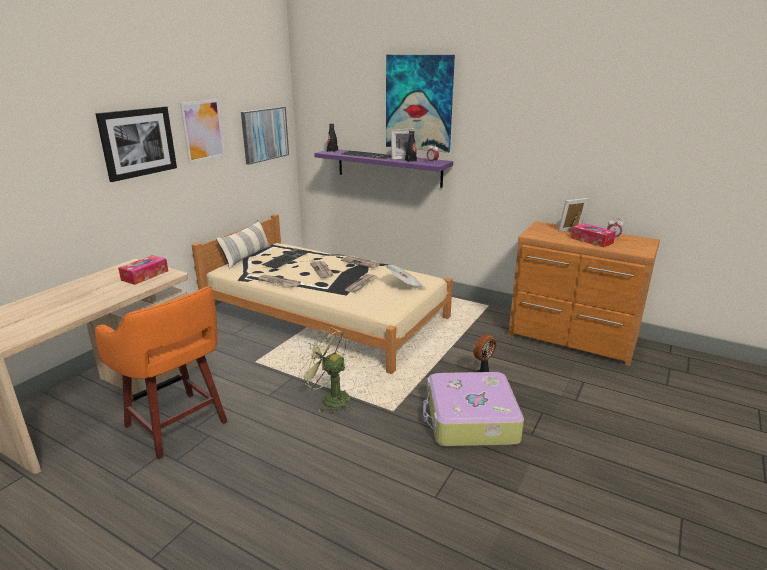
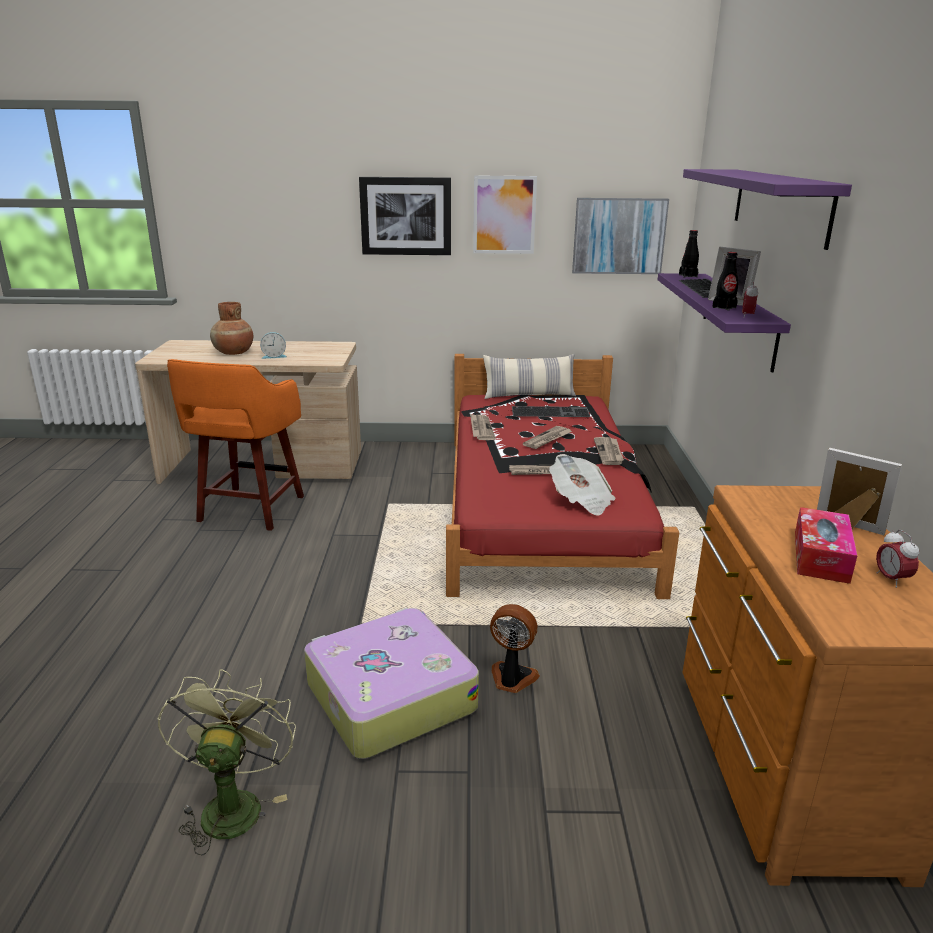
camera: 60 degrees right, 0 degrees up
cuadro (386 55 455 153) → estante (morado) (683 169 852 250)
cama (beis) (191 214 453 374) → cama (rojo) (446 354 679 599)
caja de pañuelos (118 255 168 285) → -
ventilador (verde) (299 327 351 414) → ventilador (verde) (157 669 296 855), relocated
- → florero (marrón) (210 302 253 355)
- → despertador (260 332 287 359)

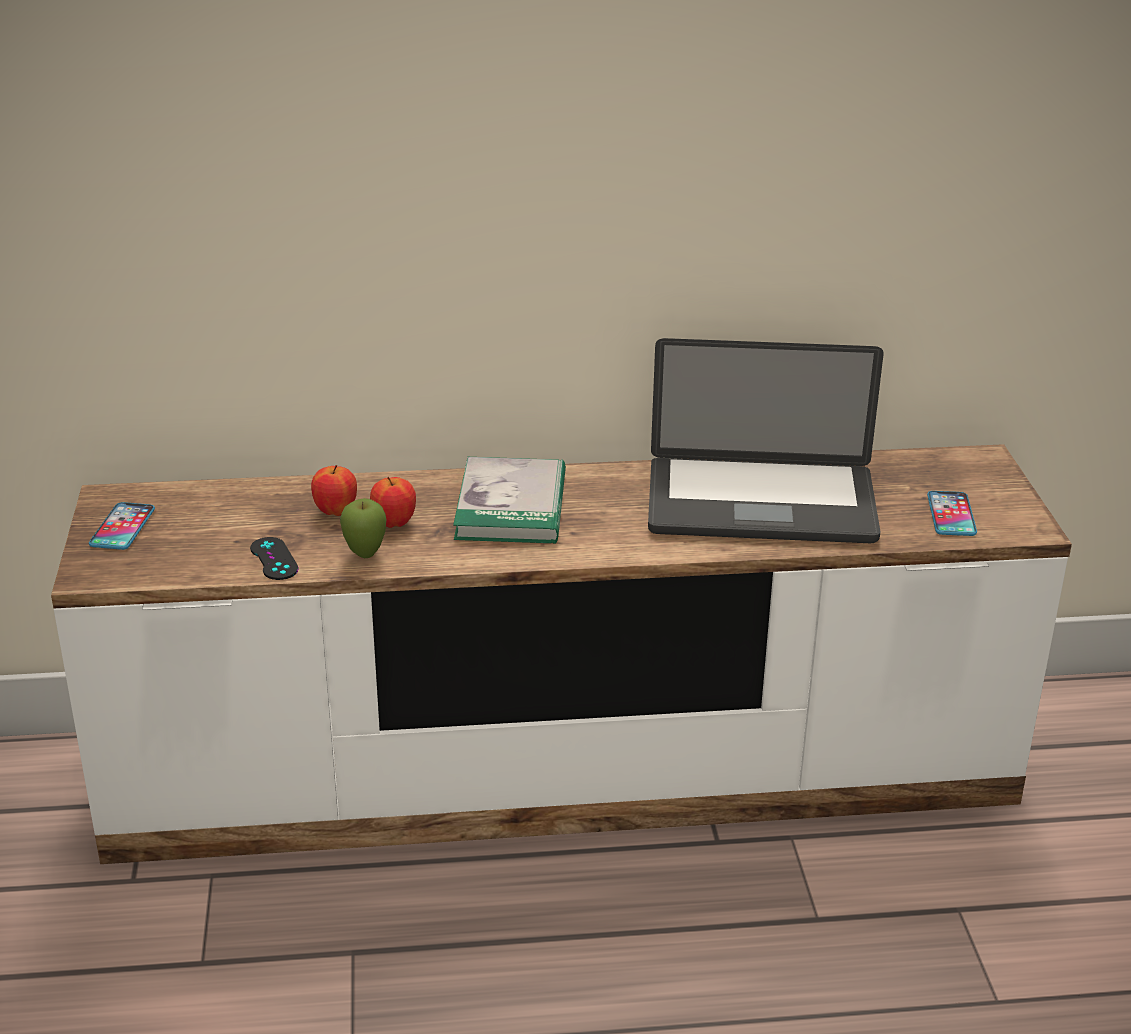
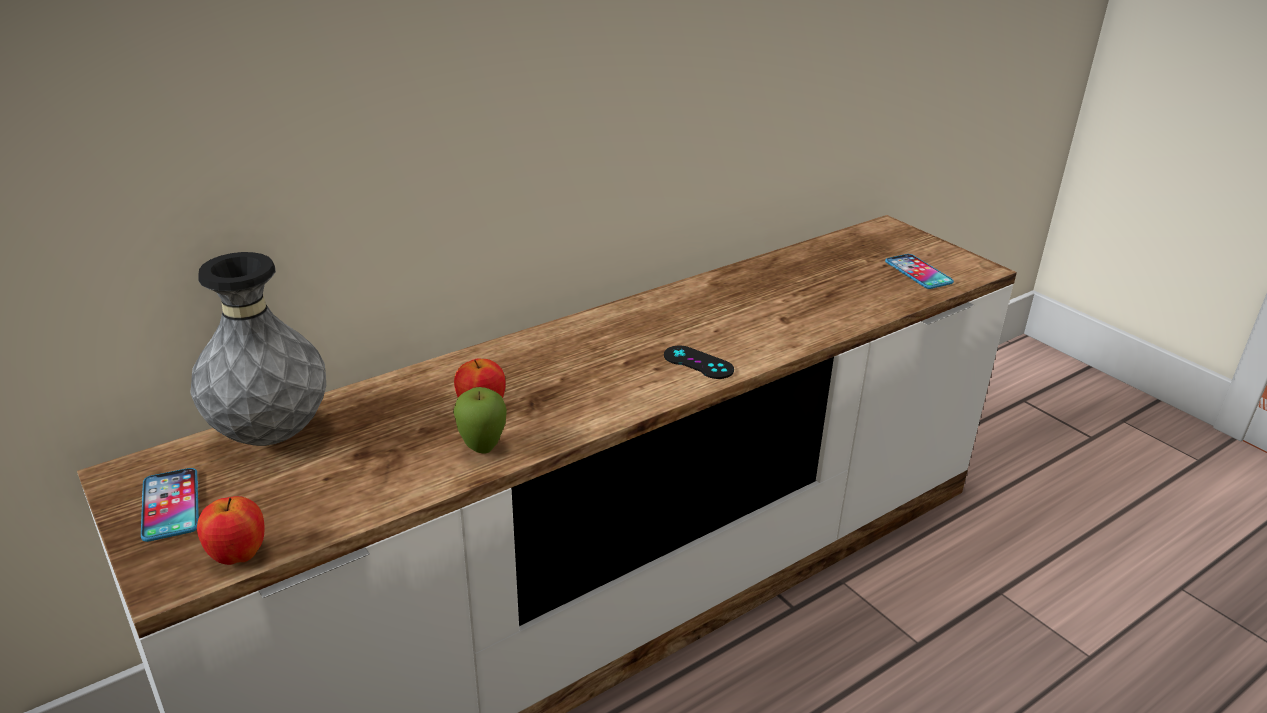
camera: 30 degrees left, 0 degrees up
portátil (648 338 884 543) → -
libro (453 457 566 544) → -
manzana (311 465 357 516) → manzana (197 496 265 565), relocated
mando de consola (negro) (250 537 299 580) → mando de consola (negro) (664 345 734 379), relocated
- → florero (gris) (190 252 326 446)

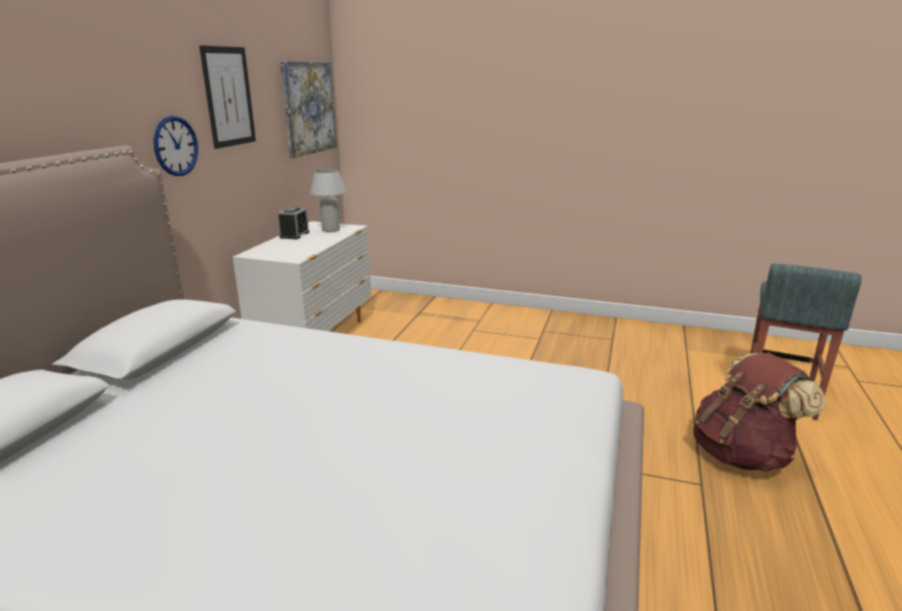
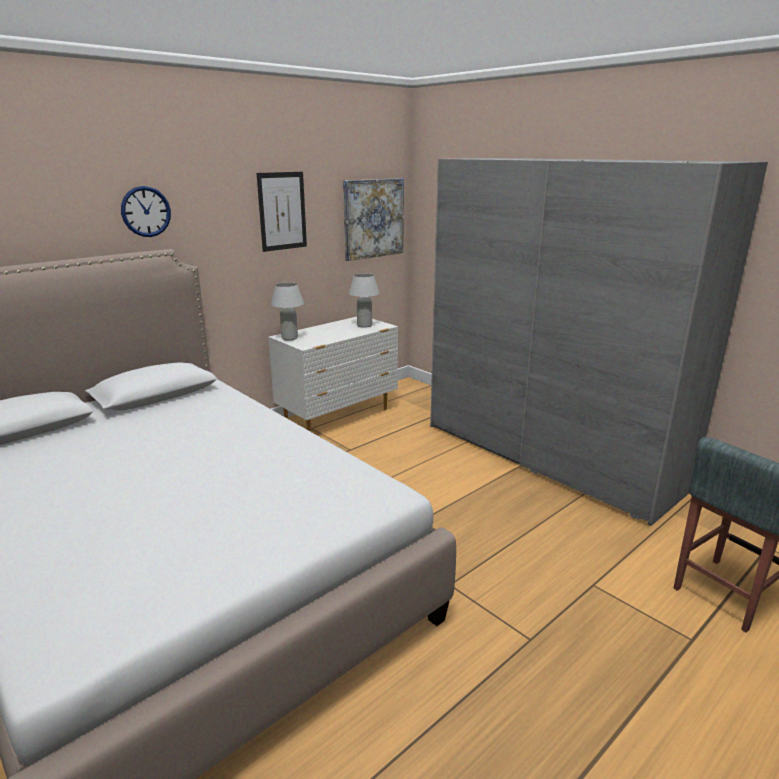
camera: 30 degrees right, 0 degrees up
reloj de pared (153 116 198 176) → reloj de pared (121 186 171 237), relocated
despertador (277 207 309 239) → -
mochila (marrón) (693 353 826 472) → -
- → armario ropero (gris) (430 158 768 526)
- → lámpara de mesa (blanco) (271 282 304 341)

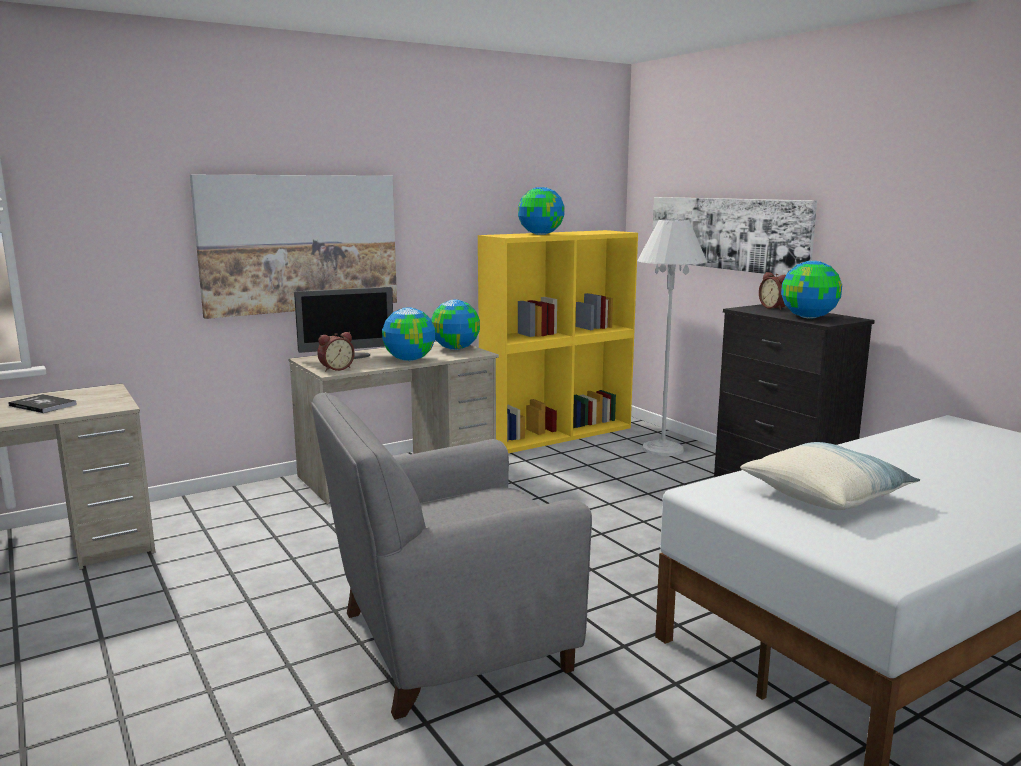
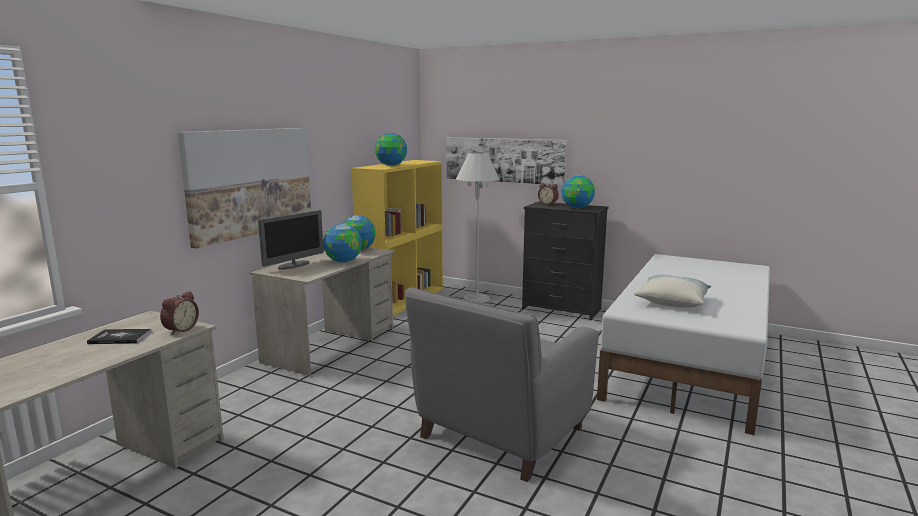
camera: 30 degrees left, 0 degrees up
despertador (317 332 355 372) → despertador (160 291 199 335), relocated

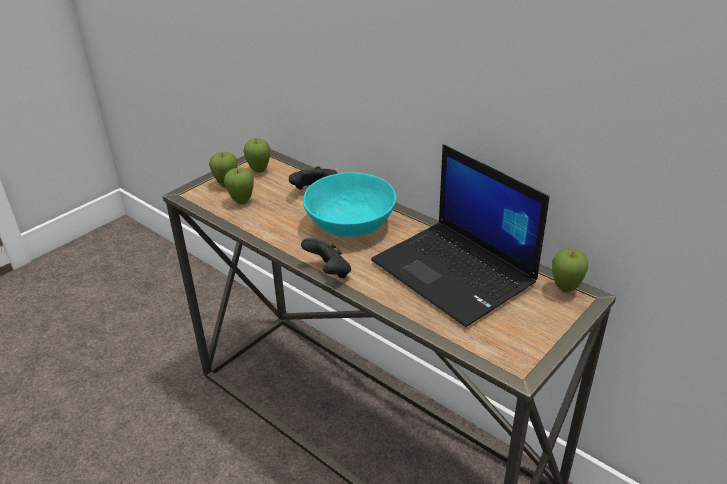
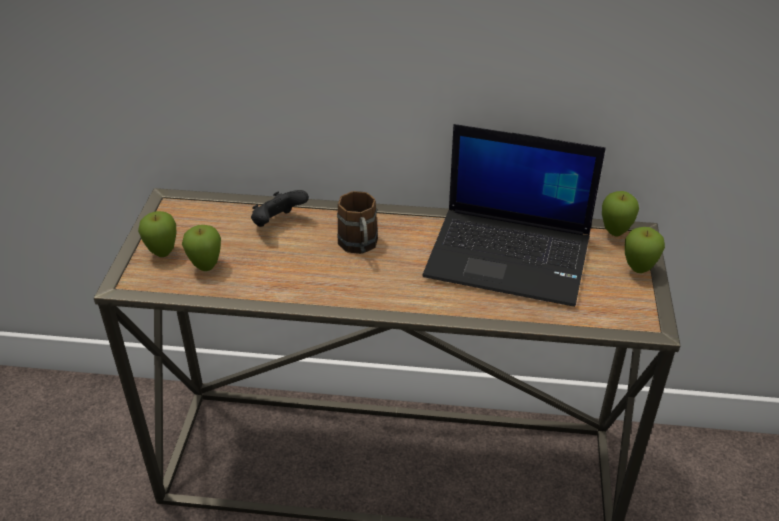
camera: 35 degrees left, 5 degrees up
manzana (243 138 270 173) → manzana (625 227 665 273), relocated
cuenco (turquesa) (303 172 396 237) → taza grande (marrón) (337 191 378 254)
mando de consola (negro) (301 238 351 278) → -

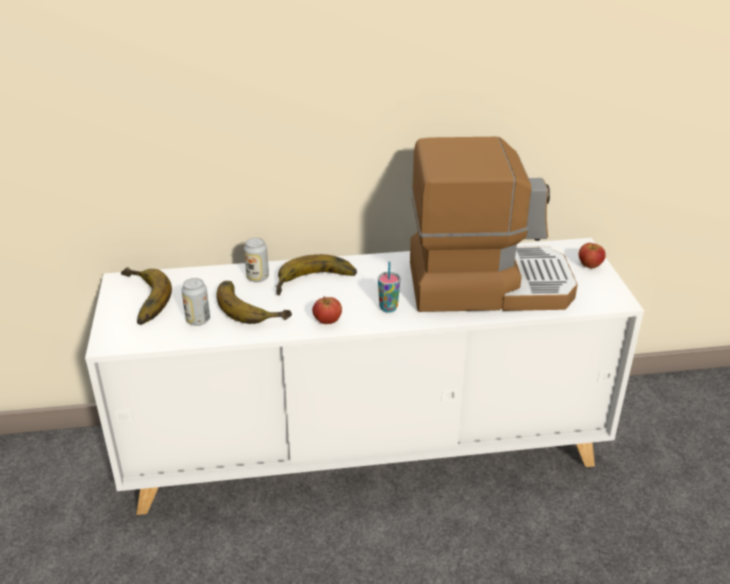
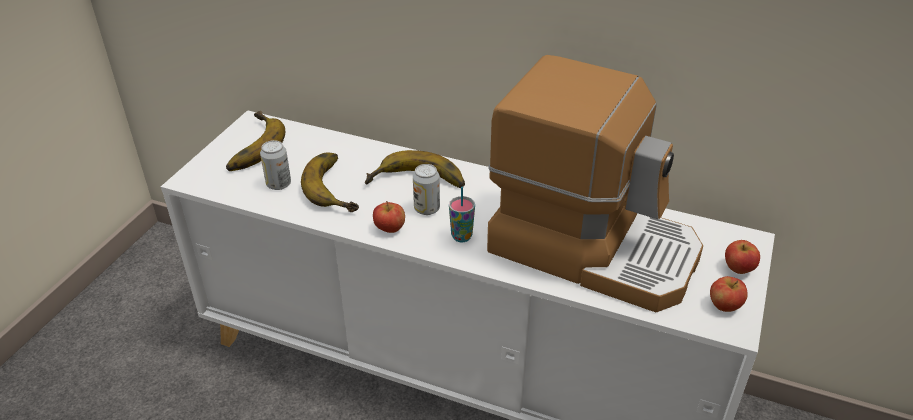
camera: 30 degrees right, 5 degrees up
lata (244 238 269 282) → lata (413 164 440 215), relocated
- → manzana (710 276 748 312)

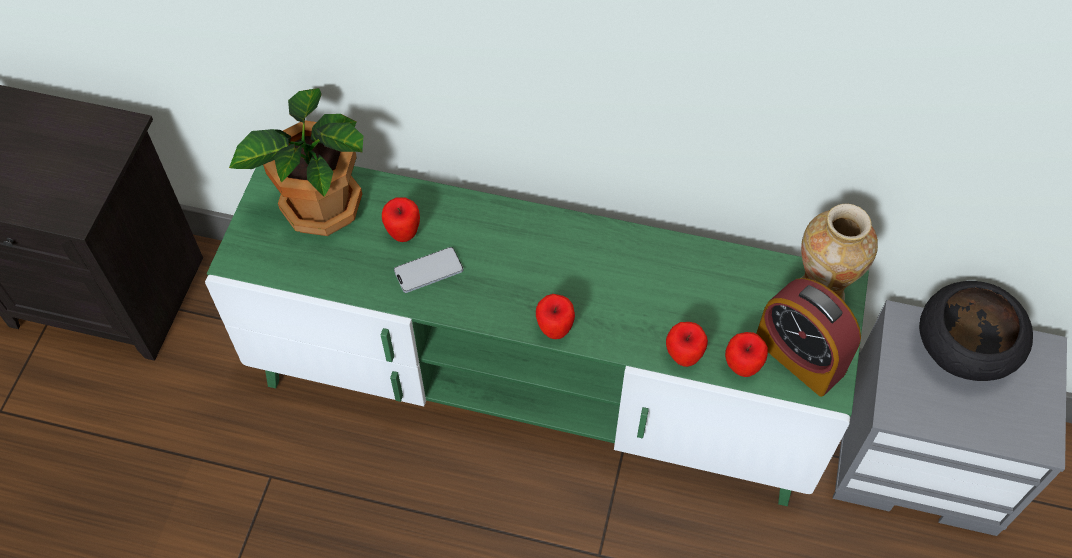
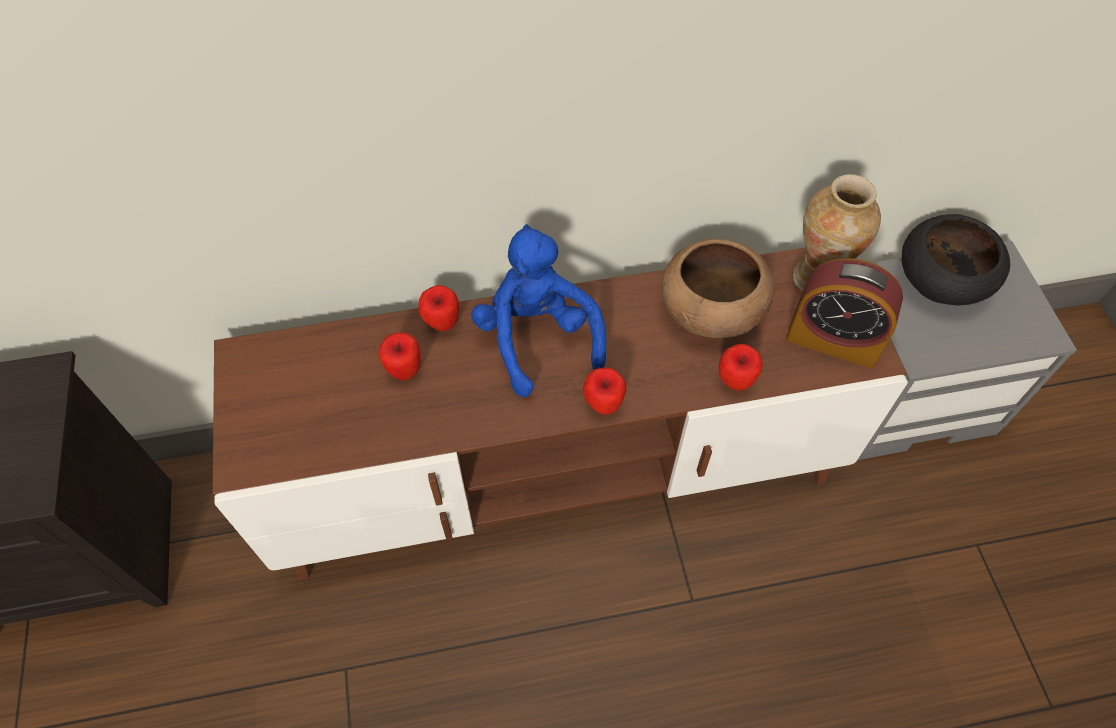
camera: 25 degrees left, 0 degrees up
planta en maceta (229 88 363 236) → -
mueble de televisión (verde) (205 165 869 506) → mueble de televisión (marrón) (213 248 908 580)
móvil (394 247 463 293) → -
manzana (725 332 768 377) → manzana (419 285 459 331), relocated
- → peluche (azul) (471 224 606 397)
- → cuenco (marrón) (661 239 774 338)

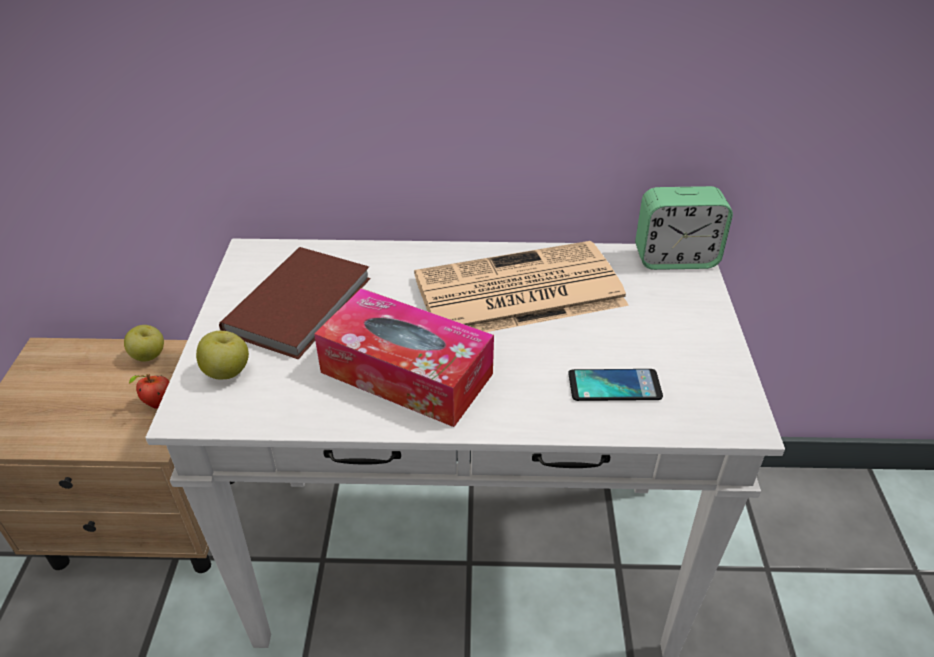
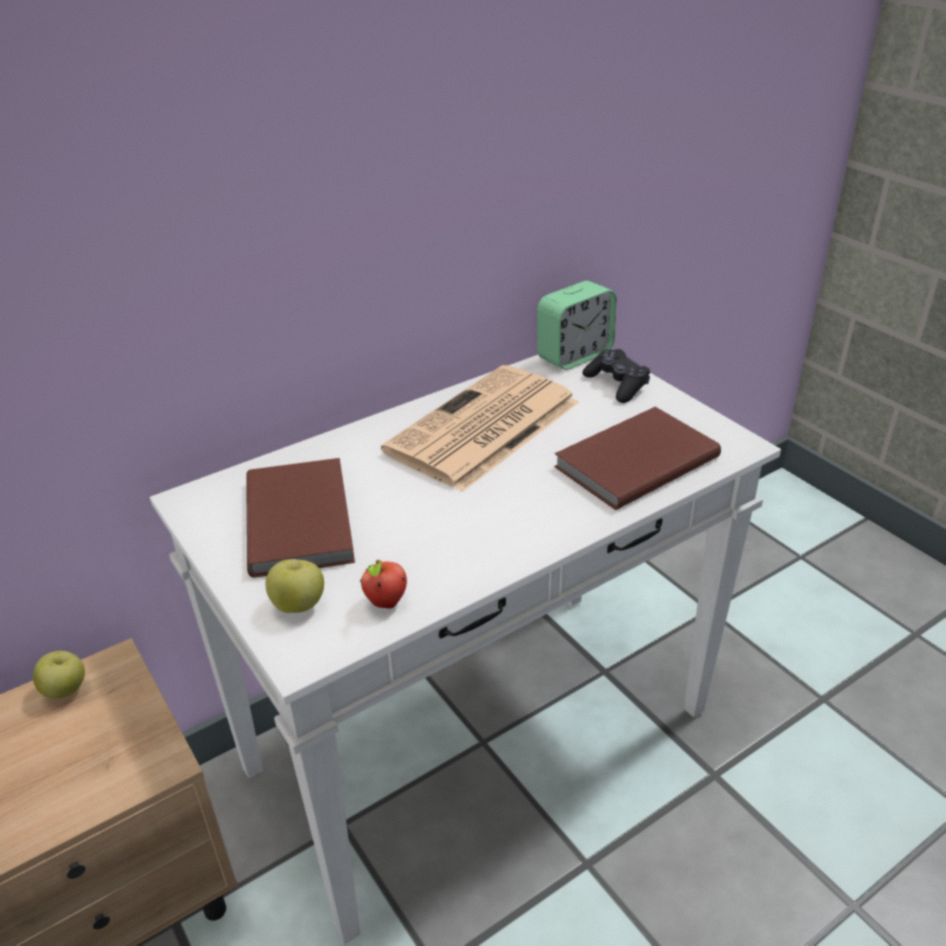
camera: 35 degrees left, 5 degrees down
caja de pañuelos (314 288 494 427) → -
móvil (568 369 663 401) → libro (marrón) (554 407 721 510)
manzana (129 374 170 409) → manzana (360 560 407 609), relocated
- → mando de consola (negro) (582 349 650 403)

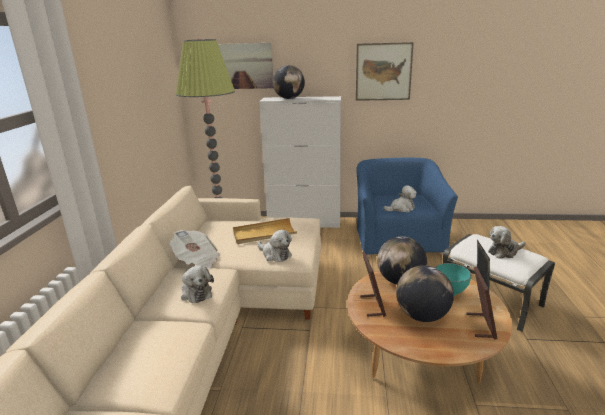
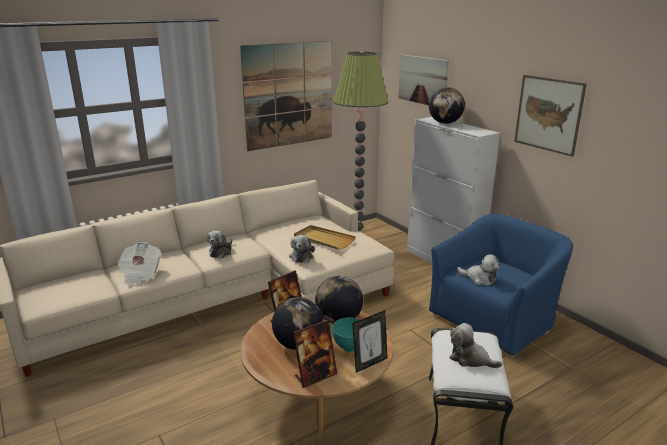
camera: 50 degrees right, 0 degrees up
periódico (170 230 220 270) → periódico (117 242 162 285), relocated
- → cuadro (240 41 332 151)

